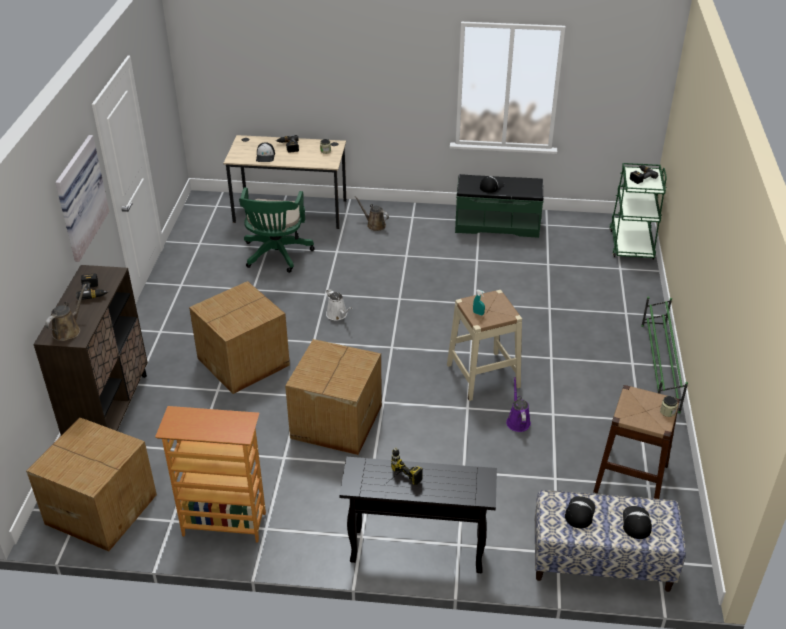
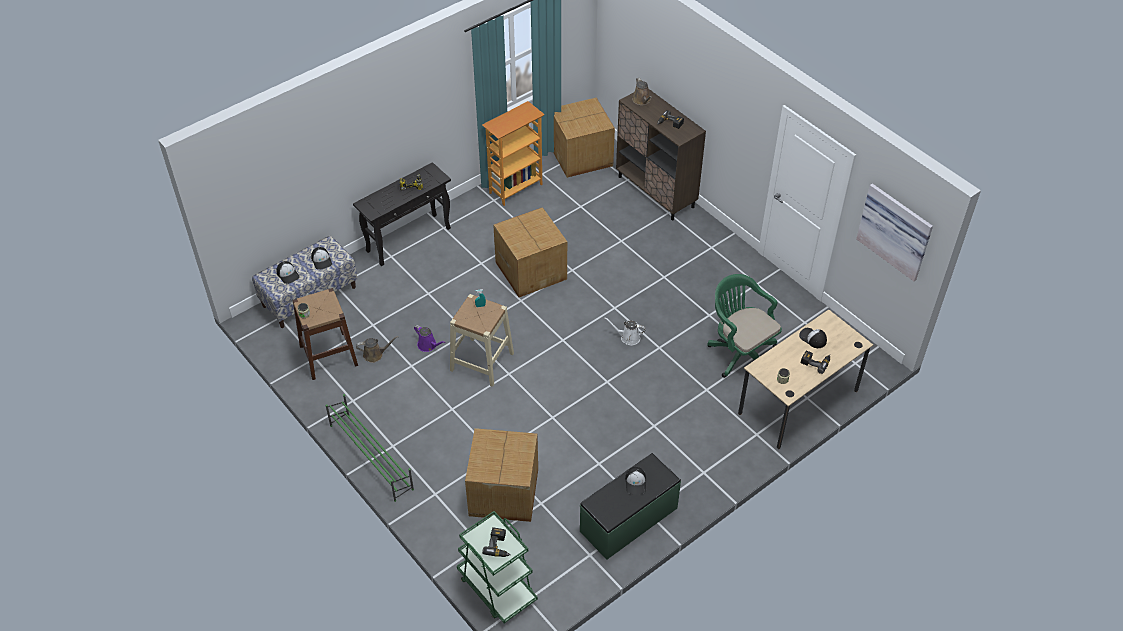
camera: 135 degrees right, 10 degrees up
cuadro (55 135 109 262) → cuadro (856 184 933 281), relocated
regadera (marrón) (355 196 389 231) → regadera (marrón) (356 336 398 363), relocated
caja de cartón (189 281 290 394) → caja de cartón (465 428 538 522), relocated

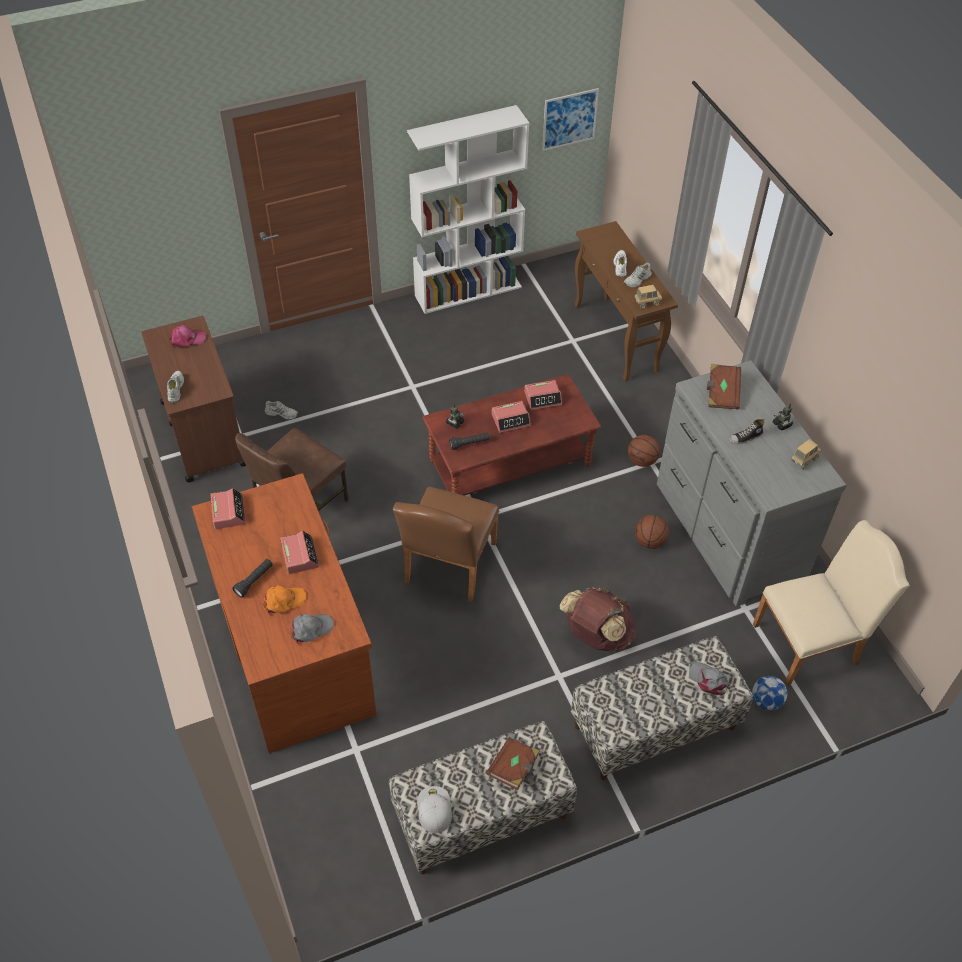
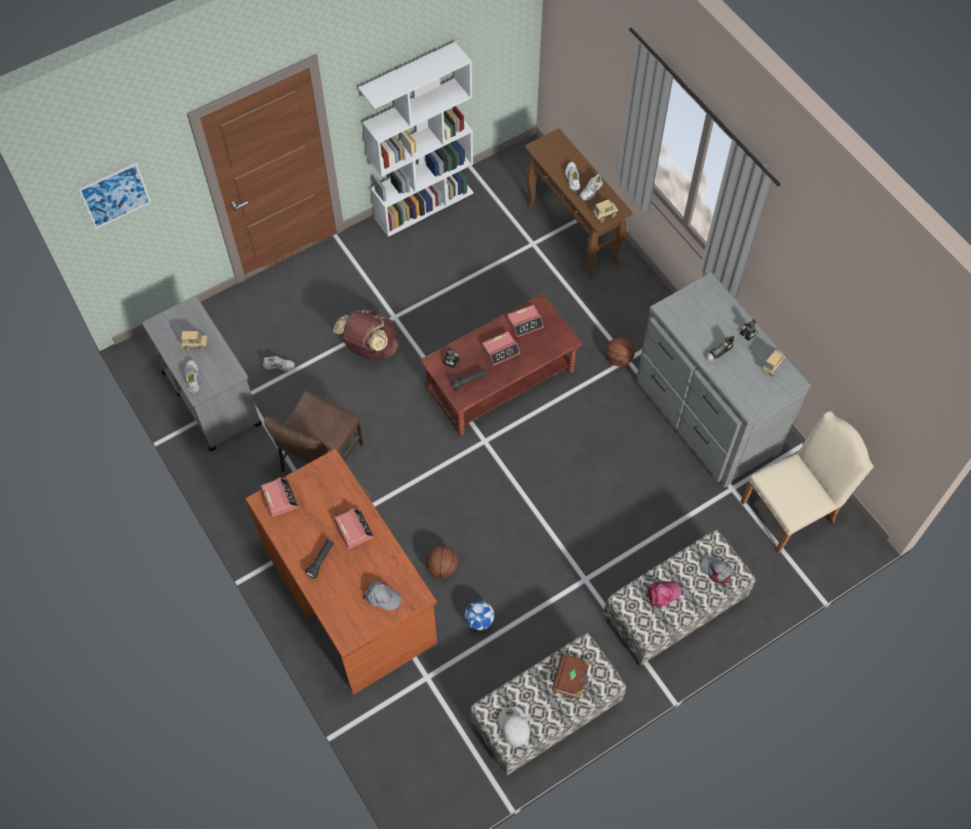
camera: 10 degrees left, 10 degrees up
cuadro (542 88 599 151) → cuadro (78 162 151 229), relocated
carrito (marrón) (141 316 246 482) → carrito (gris) (142 296 262 452)
gorra (rosa) (170 325 206 347) → gorra (rosa) (646 581 681 608), relocated
libro (marrón) (707 364 741 409) → -
silla (marrón) (393 487 499 602) → -
balón de baloncesto (635 515 669 549) → balón de baloncesto (426 546 458 578), relocated
gorra (naranja) (263 585 306 615) → -
mochila (marrón) (560 587 636 651) → mochila (marrón) (333 309 399 360), relocated
gorra (gris) (290 613 334 645) → gorra (gris) (363 581 402 611), 60 degrees clockwise
balón de fútbol (752 676 787 710) → balón de fútbol (465 600 494 631), relocated
- → camión de juguete (181 331 208 351)

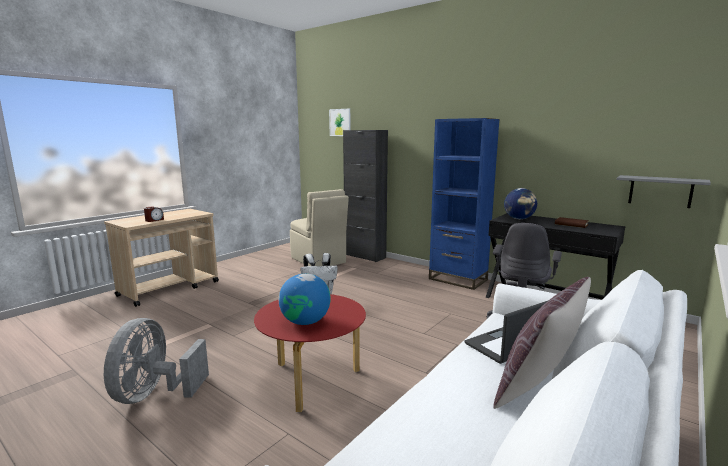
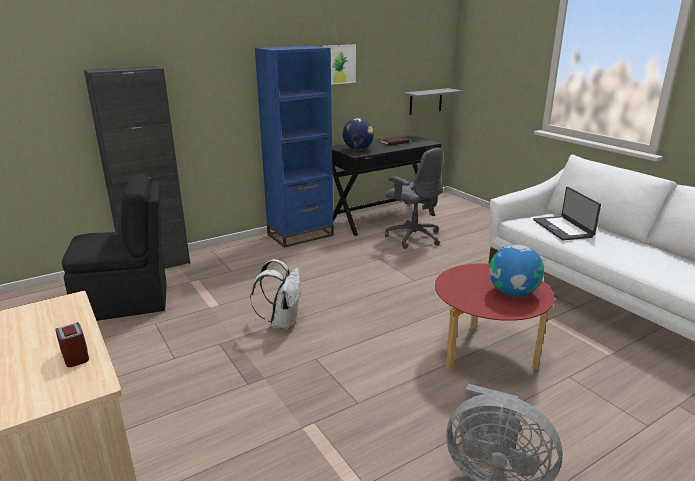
camera: 70 degrees left, 10 degrees up
cuadro (329 109 350 136) → cuadro (323 44 356 85), relocated
silla (beis) (290 189 349 266) → silla (negro) (62 174 166 321)
cojín (marrón) (493 277 591 409) → -

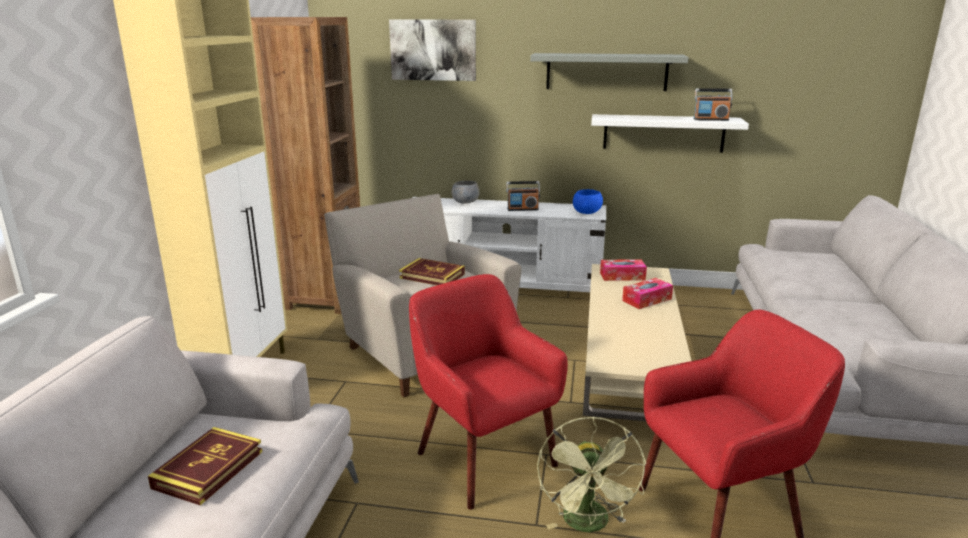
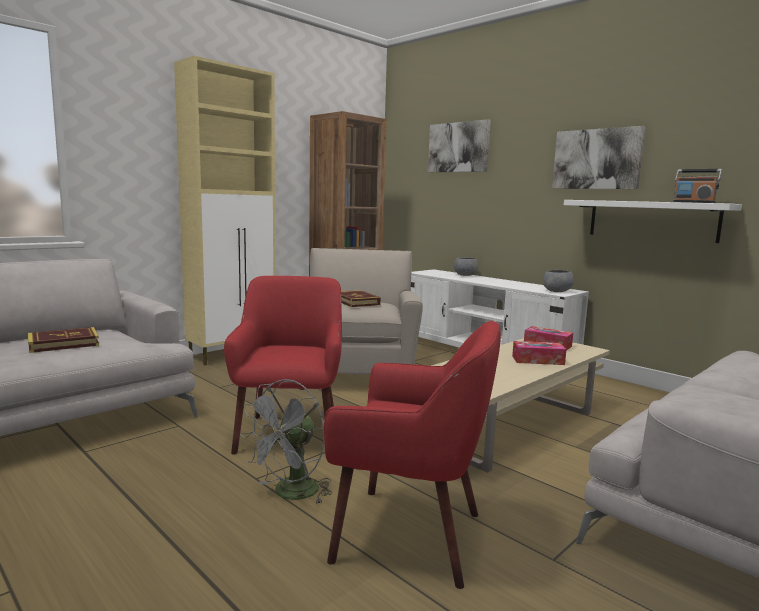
camera: 35 degrees right, 10 degrees down
estante (gris) (530 53 688 91) → cuadro (552 126 646 189)
radio (506 181 540 211) → -
cuenco (azul) (573 189 603 214) → cuenco (gris) (543 270 574 292)
ventilador (verde) (537 416 646 532) → ventilador (gris) (240 379 332 503)

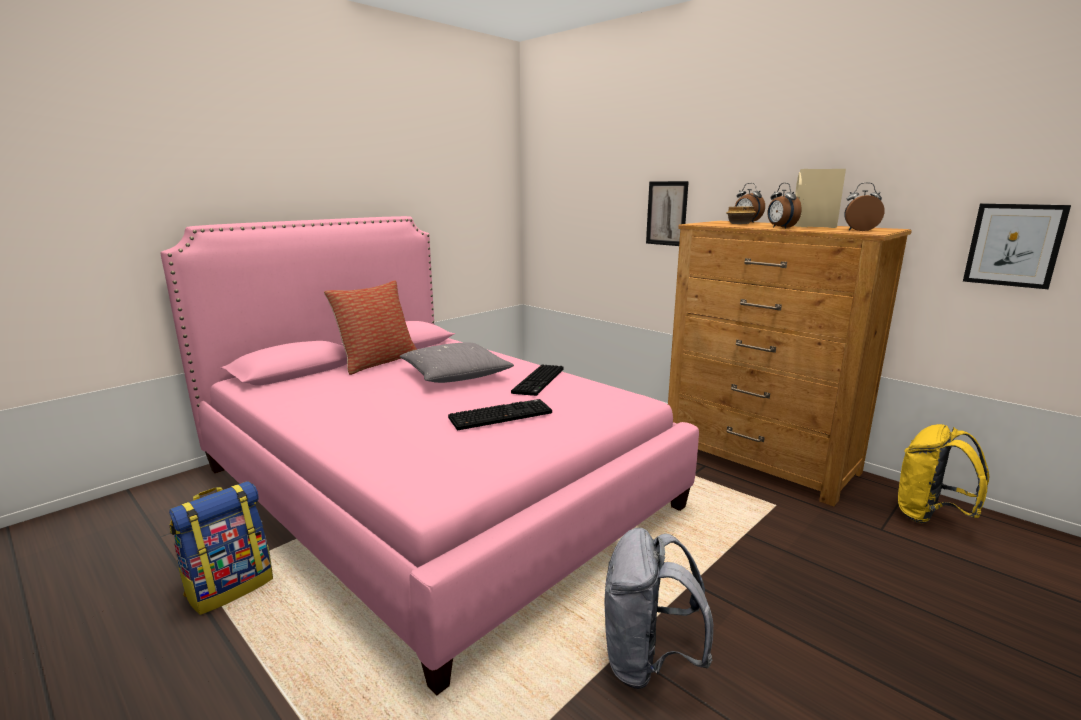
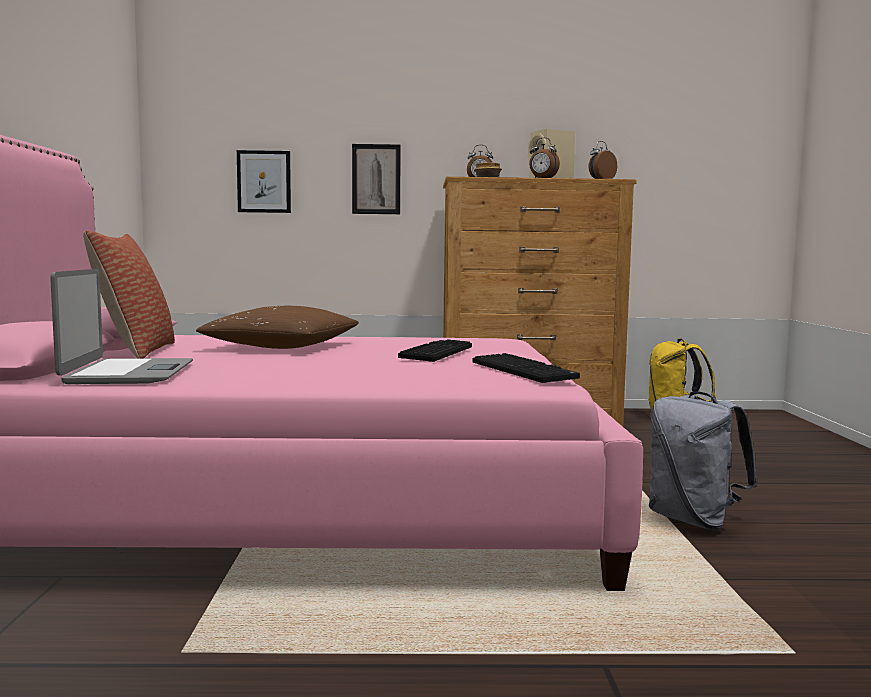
camera: 45 degrees left, 10 degrees down
cuadro (963 203 1071 289) → cuadro (237 150 291 213), relocated
cojín (gris) (400 342 514 383) → cojín (marrón) (196 306 359 349)
teclado (511 365 564 396) → teclado (473 353 580 383), relocated
mochila (169 481 273 615) → -
- → portátil (50 269 193 384)

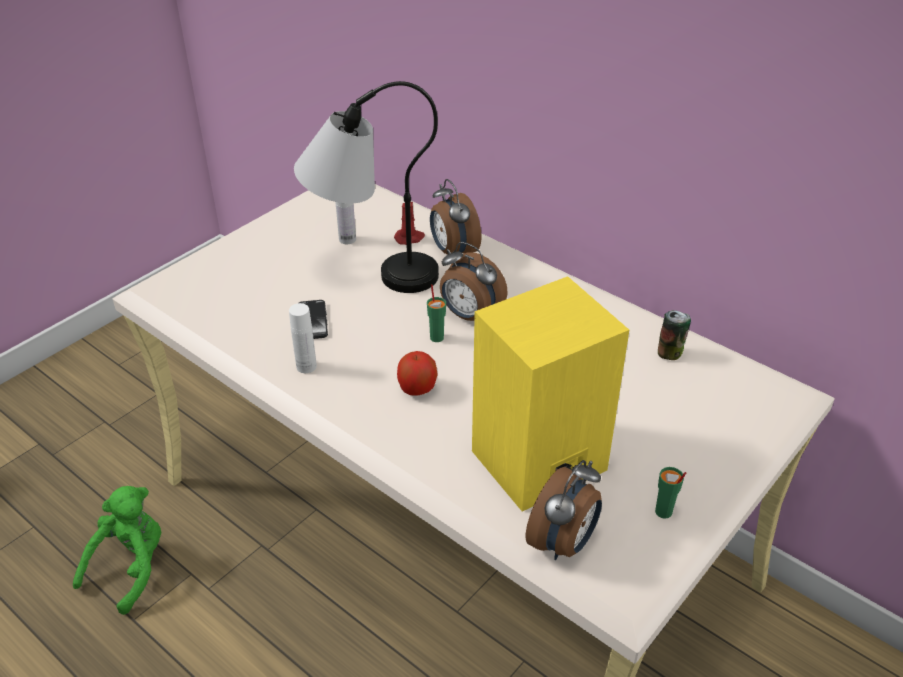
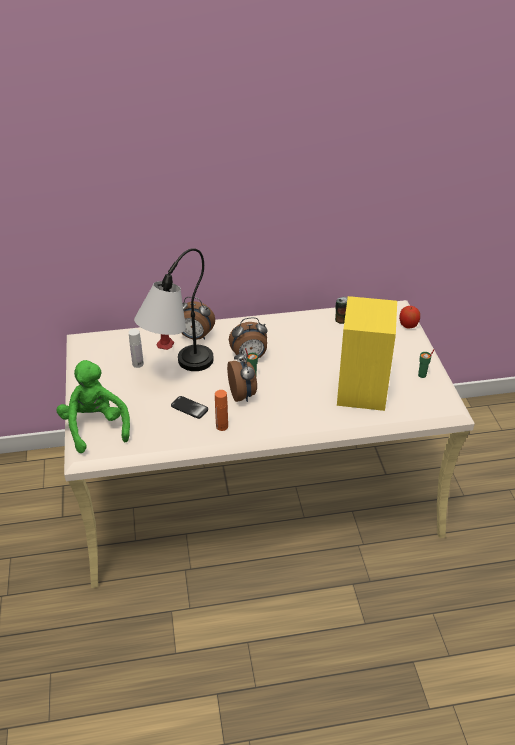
camera: 50 degrees left, 0 degrees up
botella (blanco) (289 303 317 373) → botella (naranja) (215 390 228 431)
manzana (397 351 438 396) → manzana (399 306 420 329), relocated
despertador (526 460 602 560) → despertador (227 349 257 402), relocated
peluche (verde) (73 486 161 615) → peluche (verde) (57 360 130 453), relocated

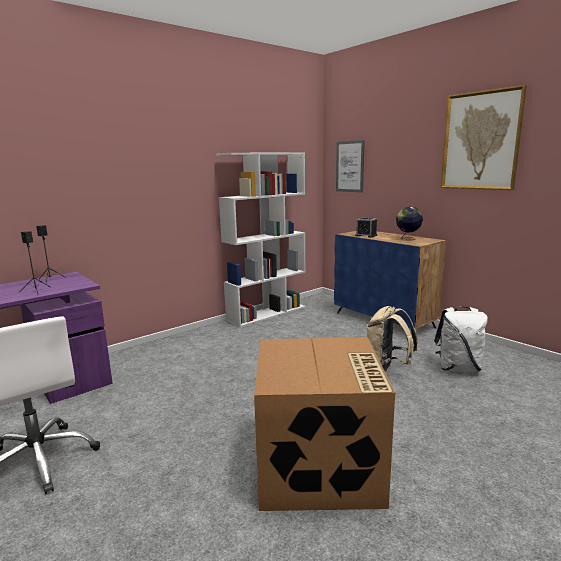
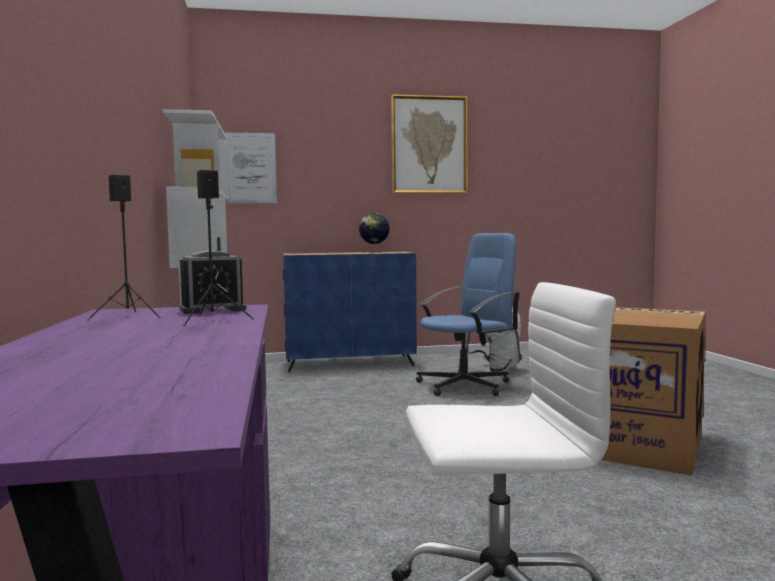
camera: 60 degrees left, 10 degrees down
despertador (355 217 377 238) → despertador (179 250 246 314), relocated
mochila (beis) (366 306 418 371) → silla de oficina (azul) (416 233 520 396)

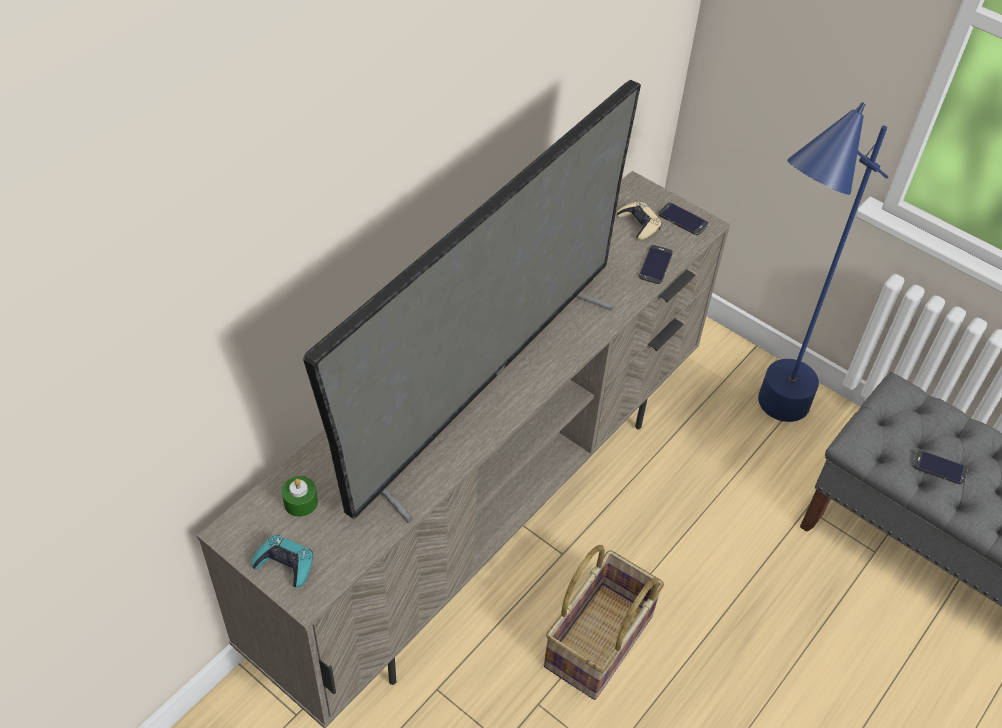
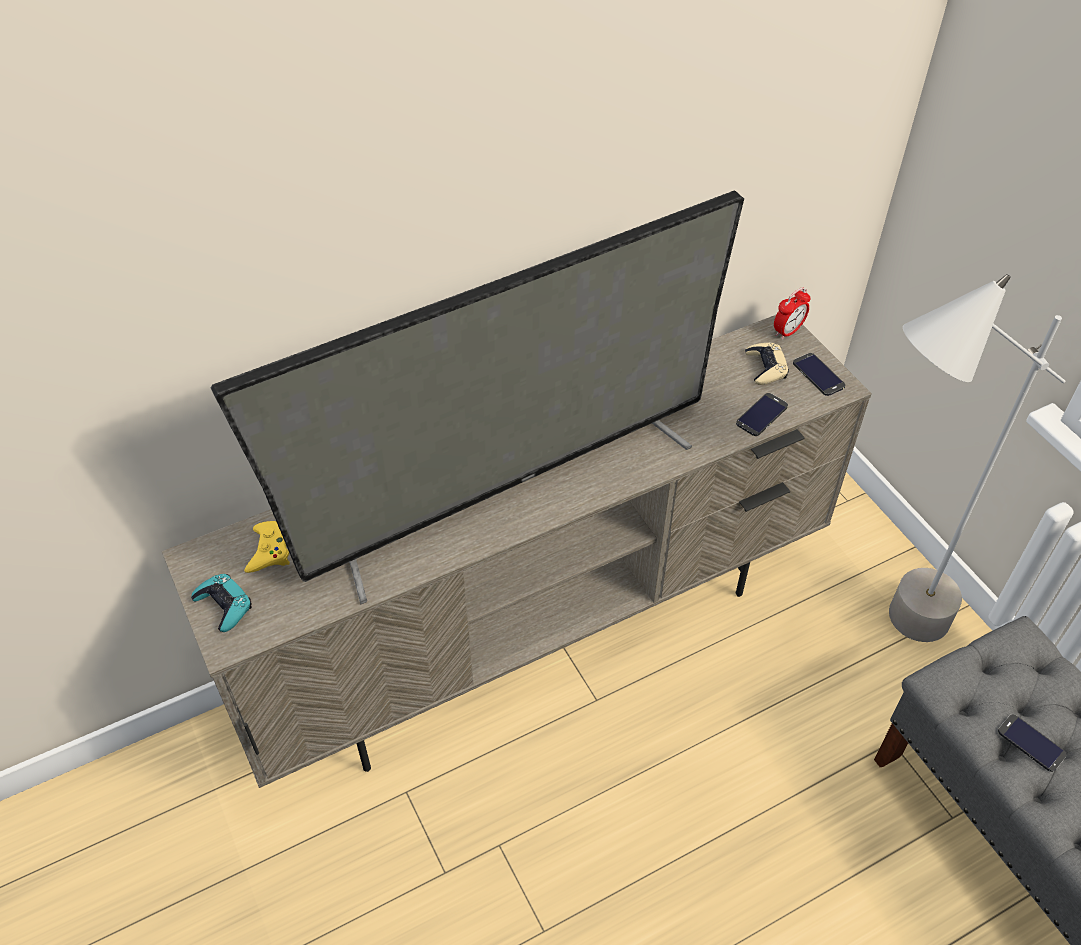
camera: 25 degrees right, 0 degrees up
lámpara de pie (azul) (758 102 888 422) → lámpara de pie (gris) (889 274 1066 642)
vela (verde) (282 476 318 517) → mando de consola (amarillo) (244 521 290 573)
cesta (544 545 664 700) → -
- → despertador (774 287 811 340)

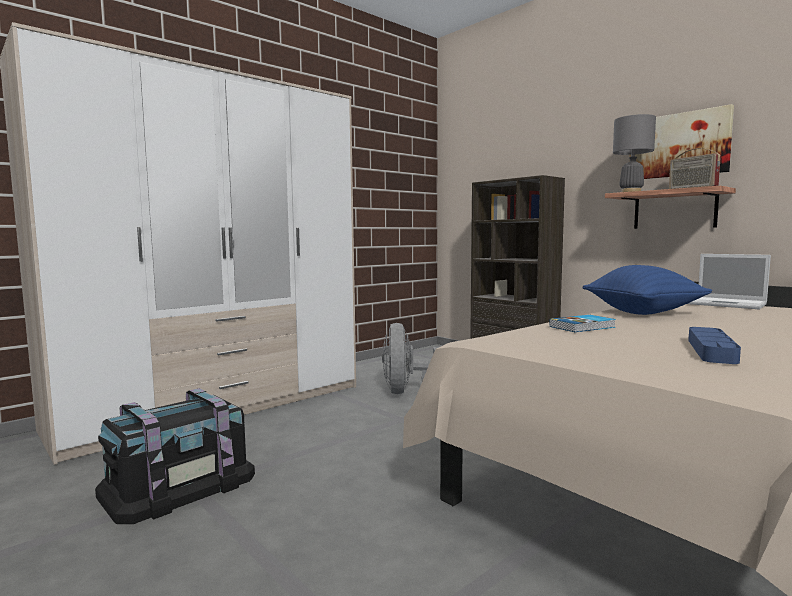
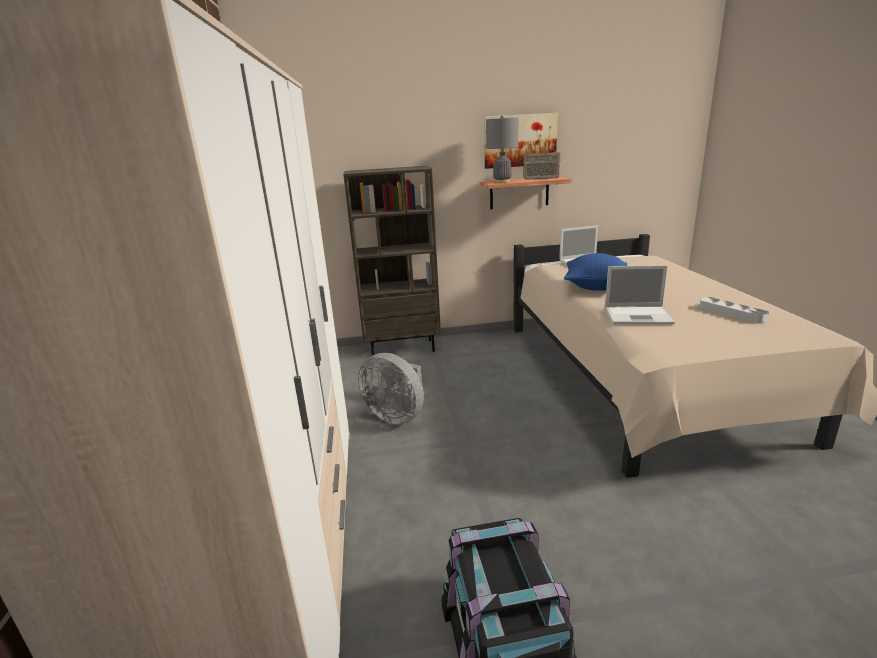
camera: 55 degrees left, 15 degrees up
libro (549 315 616 332) → portátil (605 265 675 324)
bandeja (azul) (688 327 741 364) → bandeja (gris) (699 297 770 324)

